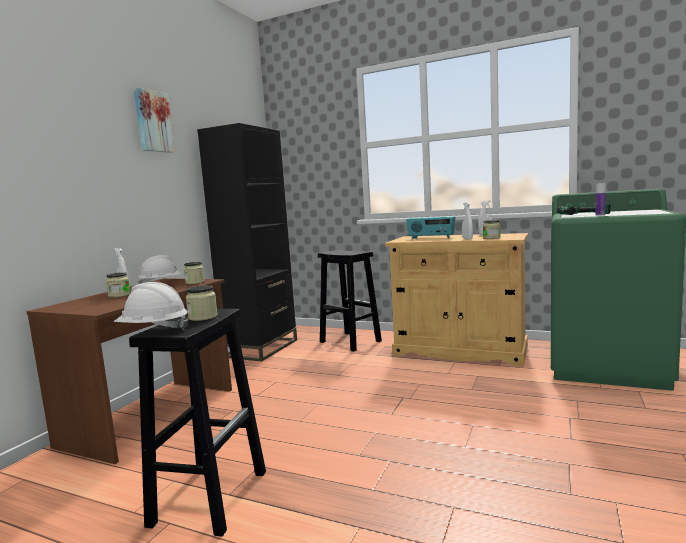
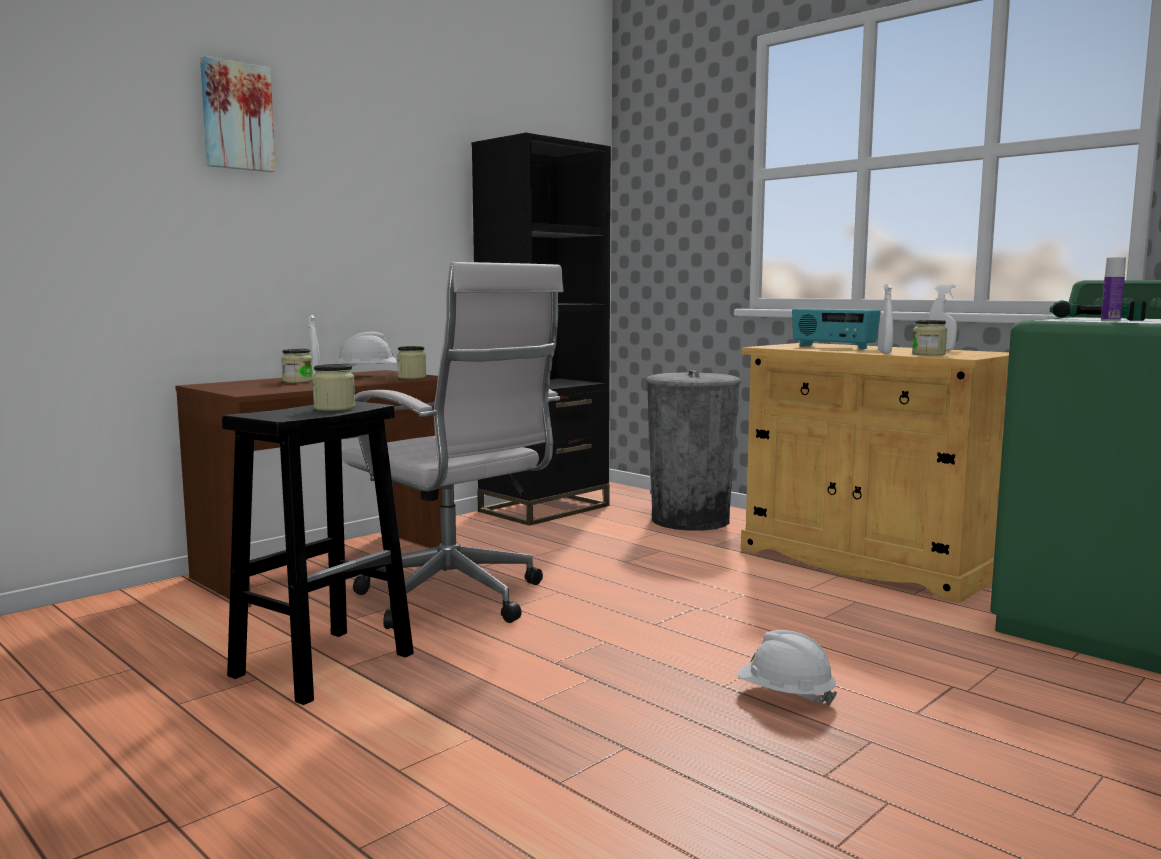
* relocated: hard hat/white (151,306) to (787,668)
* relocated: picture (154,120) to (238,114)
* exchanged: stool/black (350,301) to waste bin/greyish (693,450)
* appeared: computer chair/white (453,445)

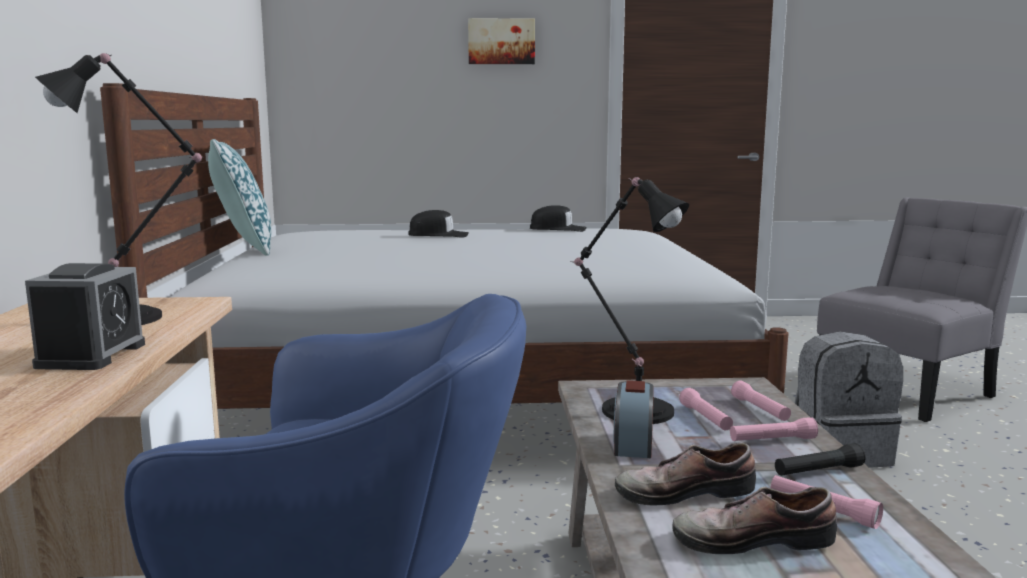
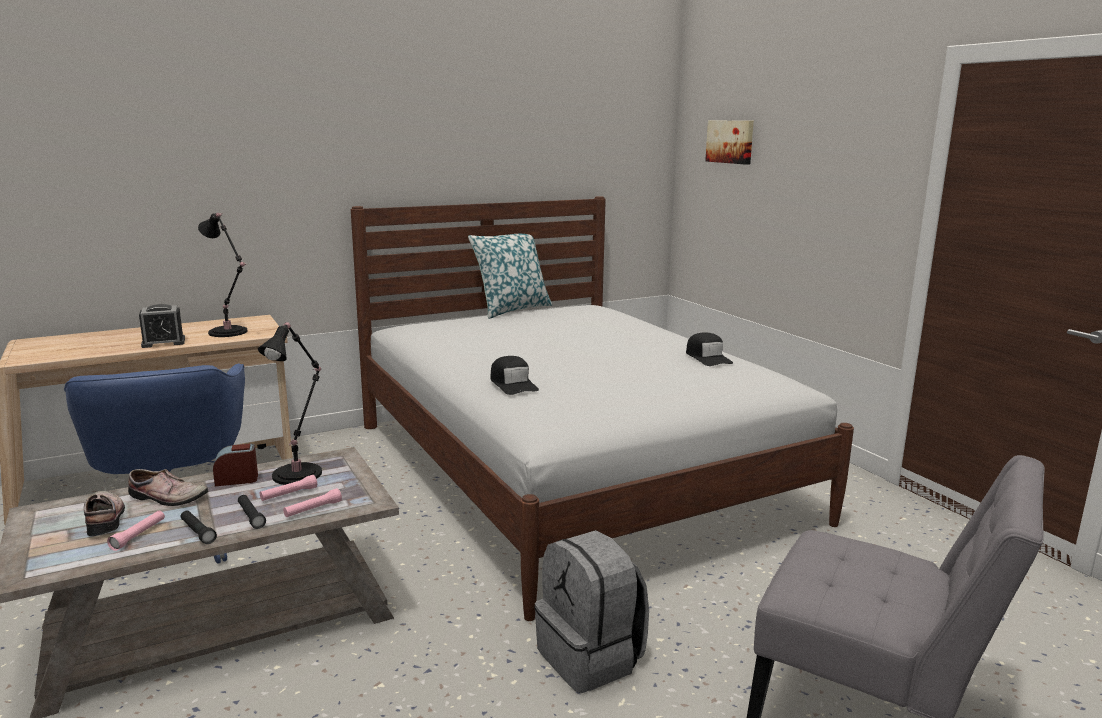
* relocated: peaked cap/black (438,224) to (514,375)
* relocated: picture (501,41) to (729,142)
* spun: shoe (685,474) = (168,487) 135 degrees clockwise
* colour: flashlight/pinkish (774,429) to flashlight/black (252,512)

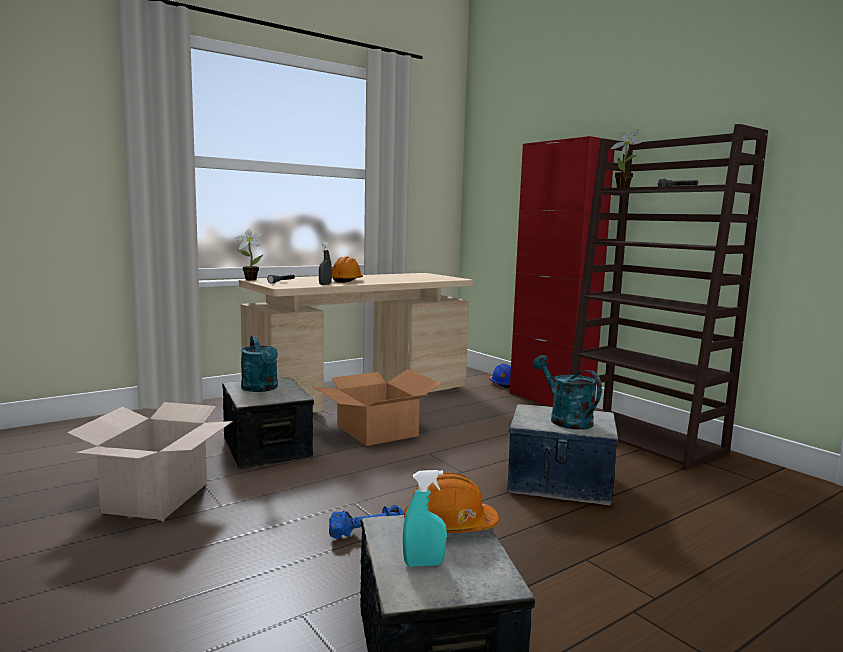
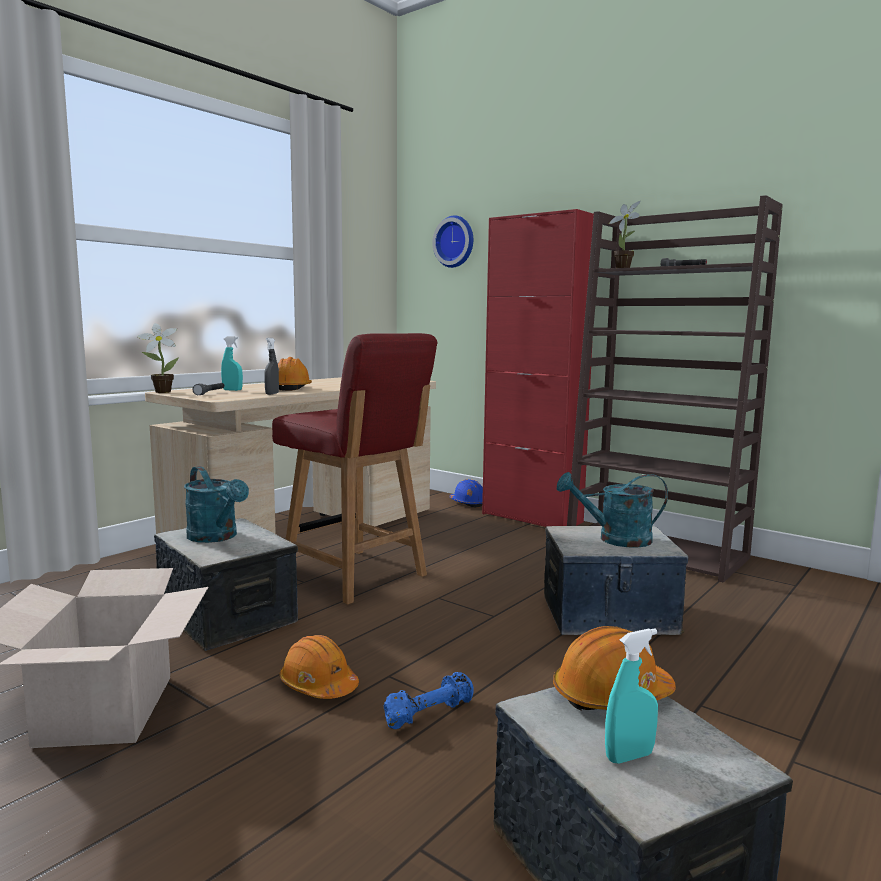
* exchanged: cardboard box (377,407) to upright chair/red-coloured (354,468)
* spun: watering pot/turquoise (567,392) = (612,510) 45 degrees counterclockwise
* appeared: hand sprayer/turquoise (232,363)
* appeared: hard hat/orangey (319,667)
* appeared: clock on the wall (452,241)

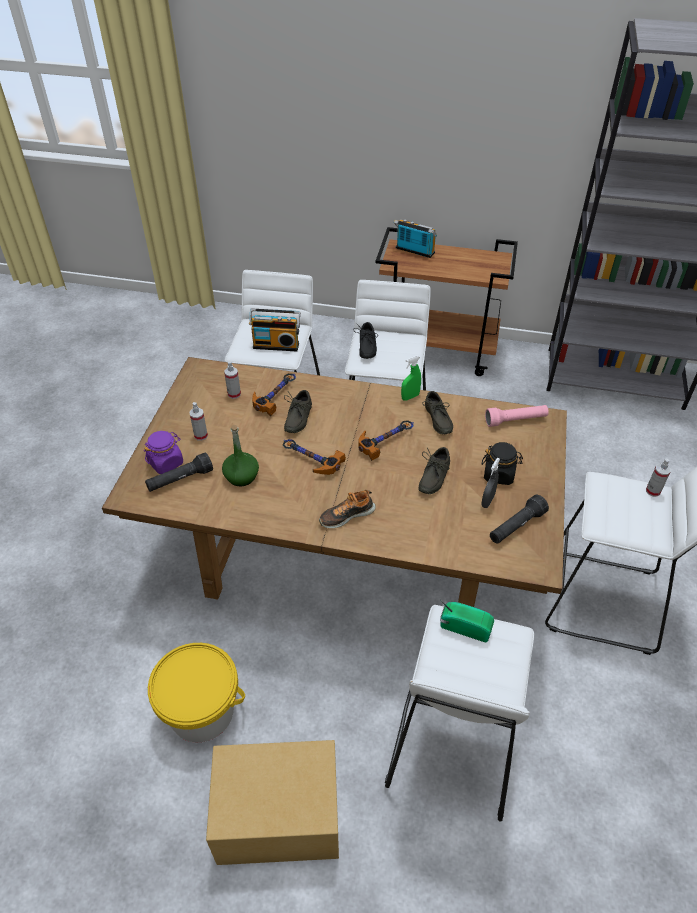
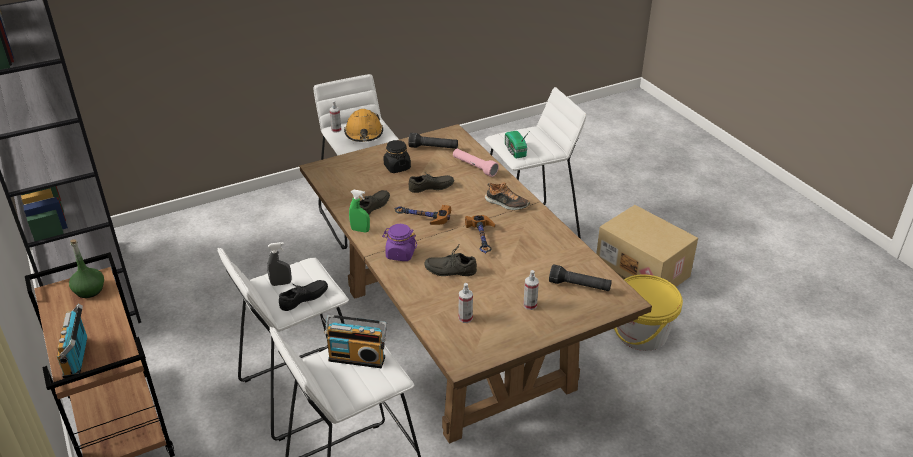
* relocated: jar/purple-coloured (163,452) to (399,242)
* relocated: bottle/green (240,455) to (86,268)
* spun: radio receiver (274,330) = (355,341) 135 degrees clockwise
* missing: tool hammer (274,394)
* spun: shoe/greyish (298,411) = (450,259) 150 degrees counterclockwise
* relocated: hand sprayer/greyish (490,483) to (279,264)
* relocated: flashlight/pinkish (517,416) to (476,163)
* appeared: hard hat/orangey (363,125)

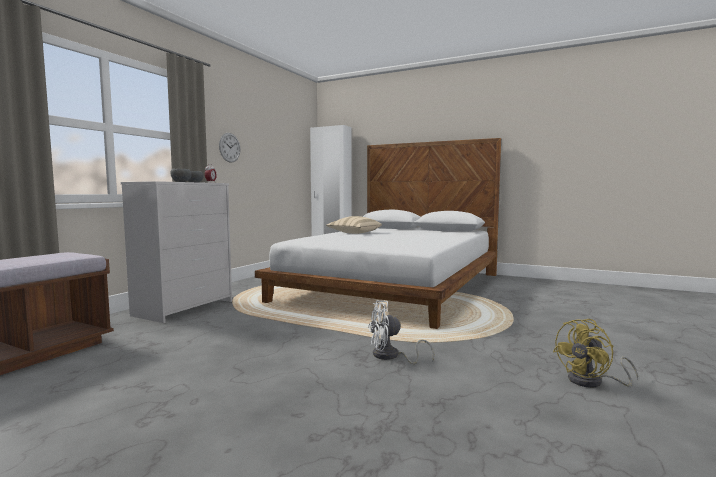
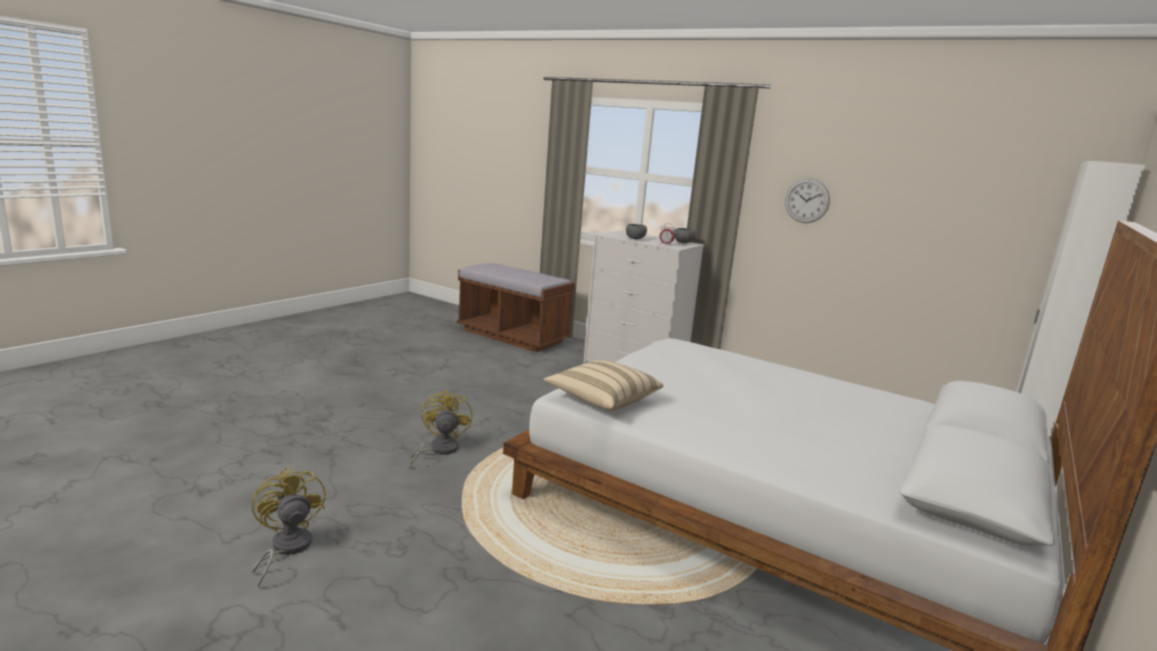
* relocated: cushion/beige-coloured (354,225) to (603,385)
* colour: cooling fan/white (401,332) to cooling fan/yellow-coloured (441,428)

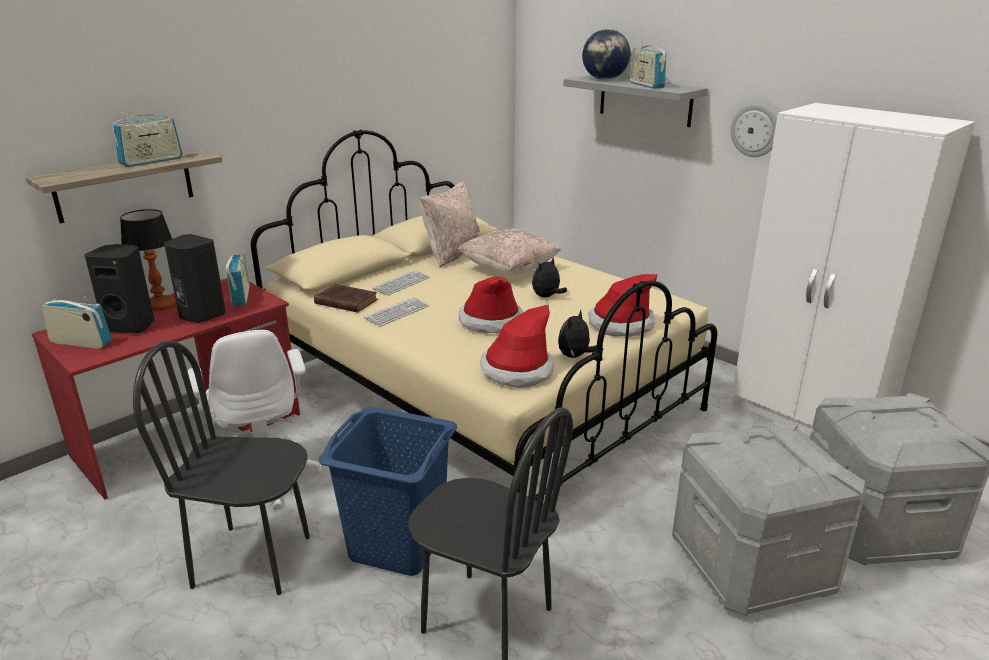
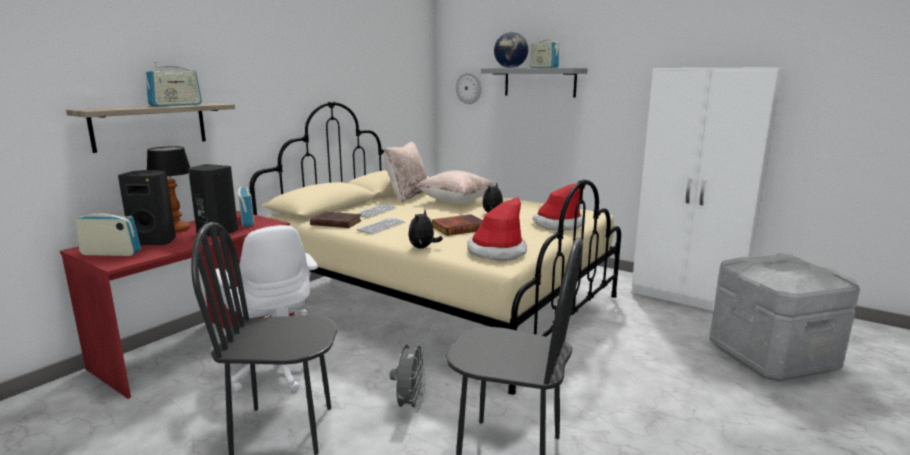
* exchanged: washing basket/bluish (387,491) to cooling fan/greyish (408,377)
* exchanged: wearable hat (490,305) to bound book (457,225)
* relocated: plush toy (577,333) to (425,229)
* missing: storage container/greyish (769,517)
* relocated: clock on the wall (753,130) to (469,88)

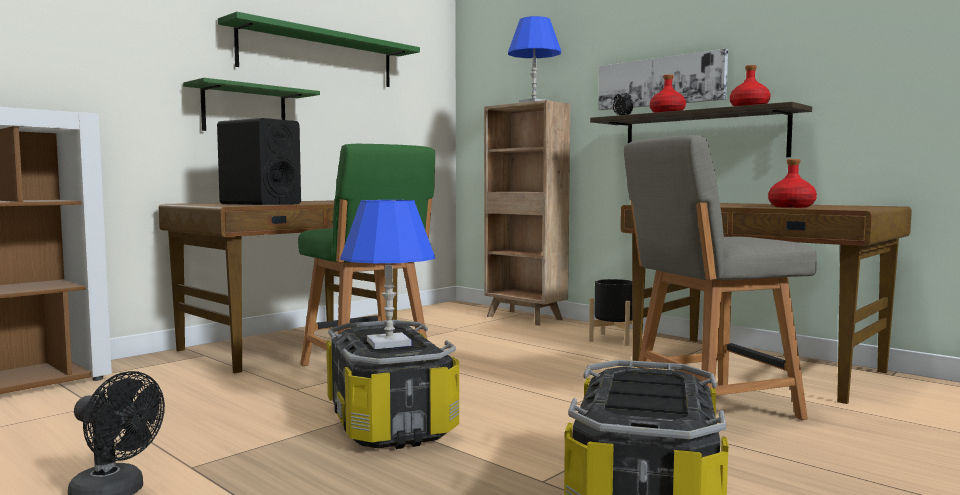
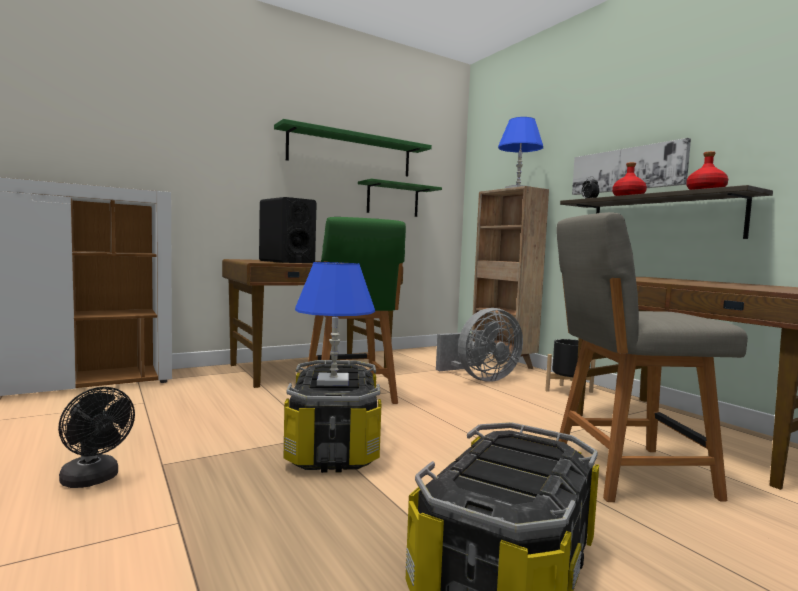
* relocated: bracket shelf/green (251,104) to (400,198)
* missing: bottle/red-coloured (792,183)
* appeared: cooling fan/greyish (479,344)

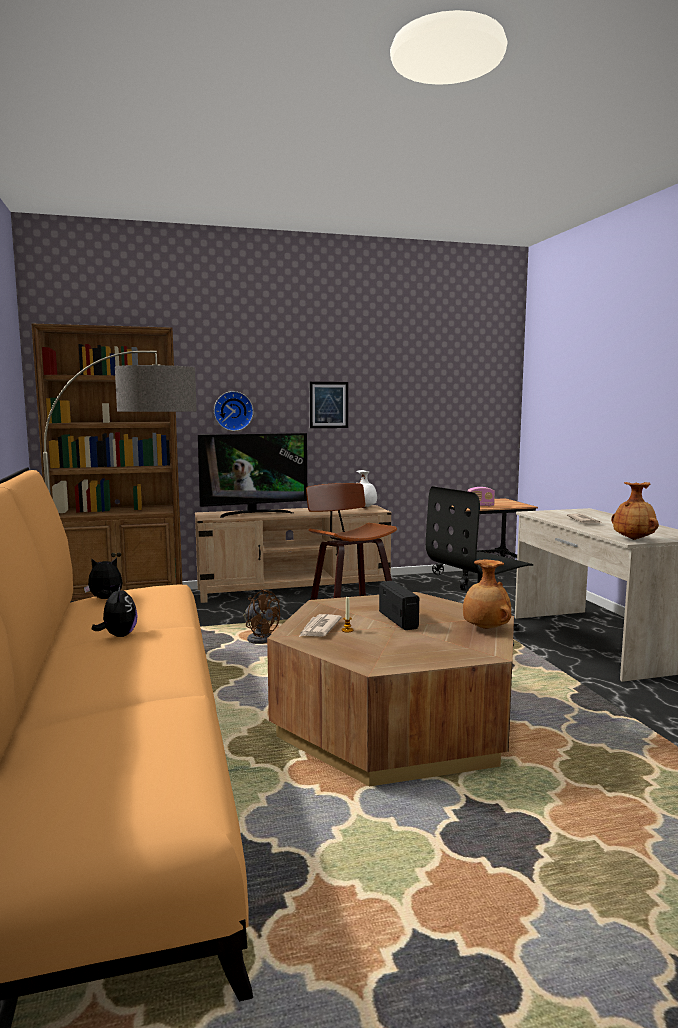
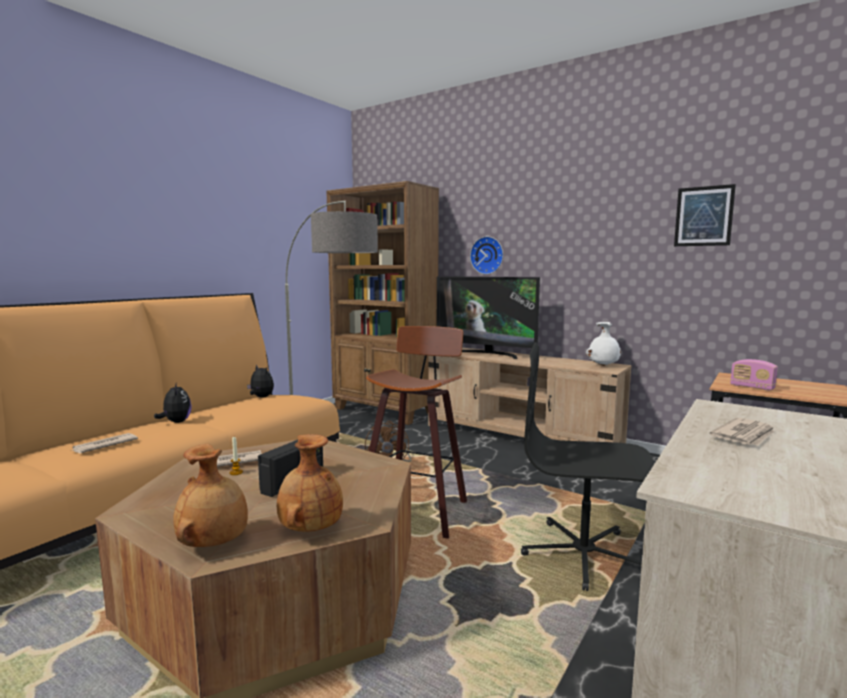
* spun: plush toy (115,610) = (173,402) 60 degrees counterclockwise
* relocated: picture (329,405) to (705,215)
* relocated: decorative vase/brownish (635,511) to (210,495)
* appeared: printed paper (104,443)

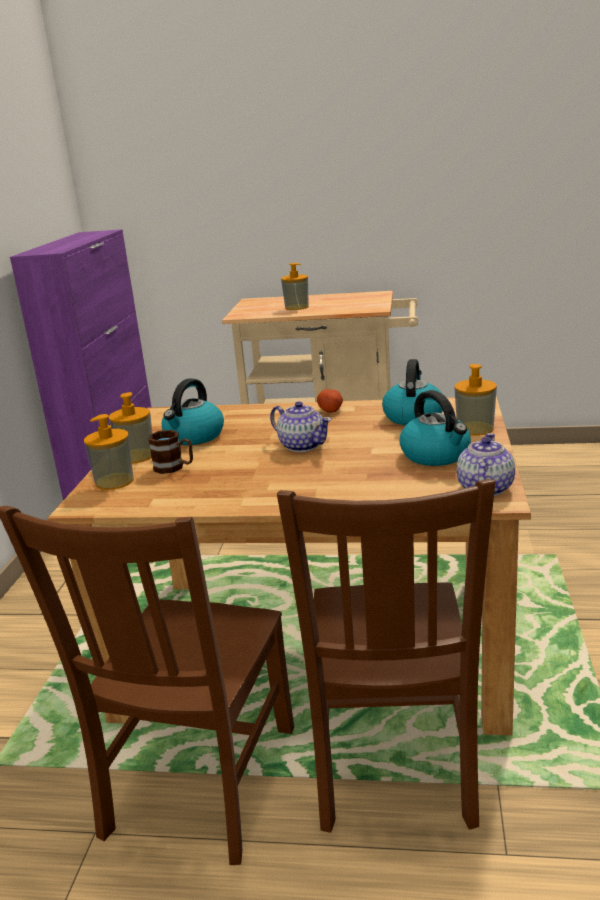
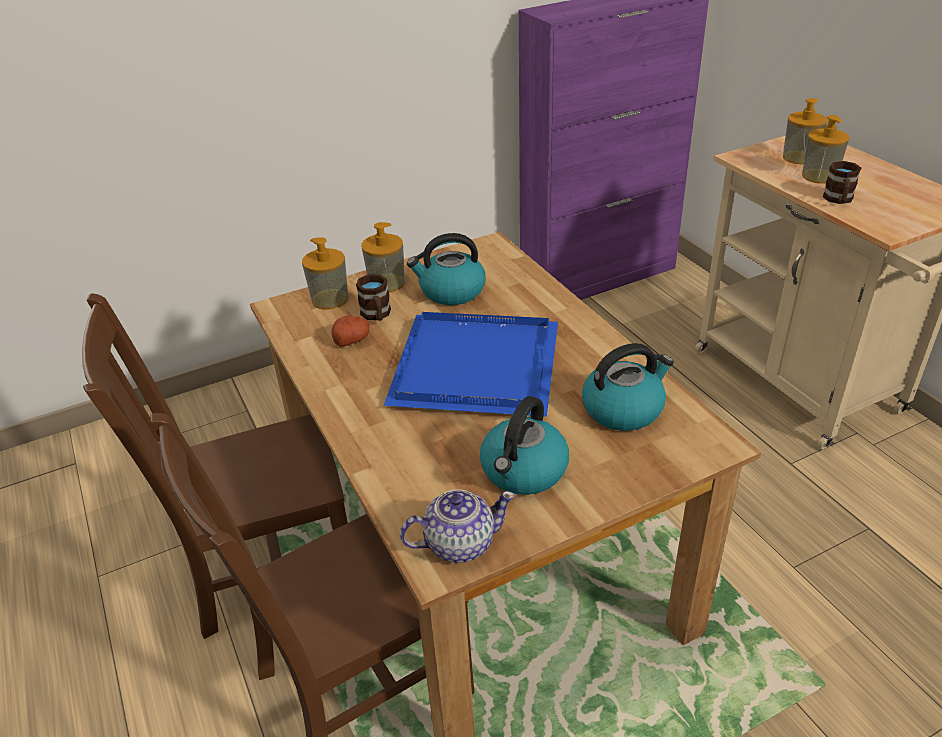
* exchanged: tea pot (301,426) to serving tray/bluish (471,364)
* relocated: spud (330,401) to (350,331)
* relocated: soap dispenser (475,400) to (805,131)
* appeared: mug/brownish (842,182)

